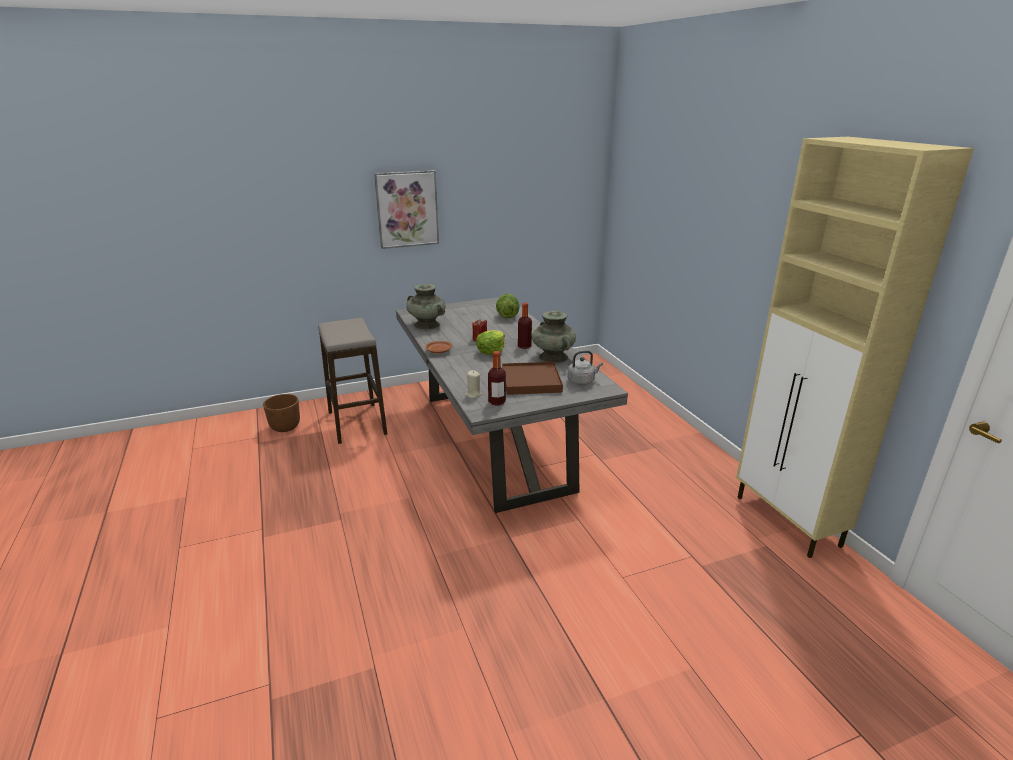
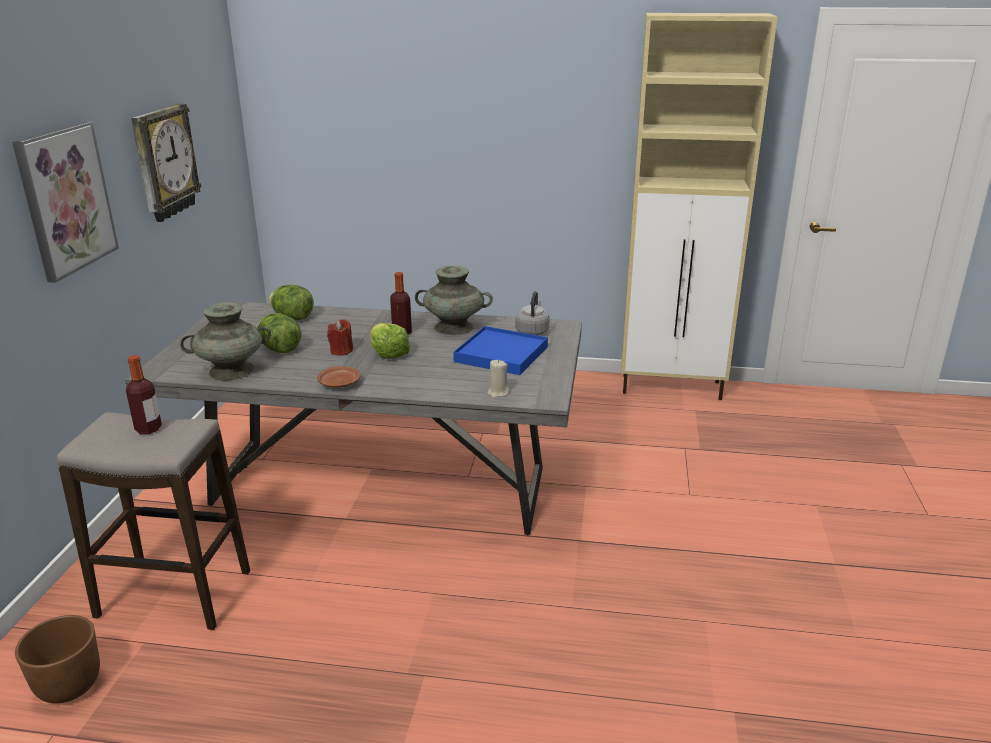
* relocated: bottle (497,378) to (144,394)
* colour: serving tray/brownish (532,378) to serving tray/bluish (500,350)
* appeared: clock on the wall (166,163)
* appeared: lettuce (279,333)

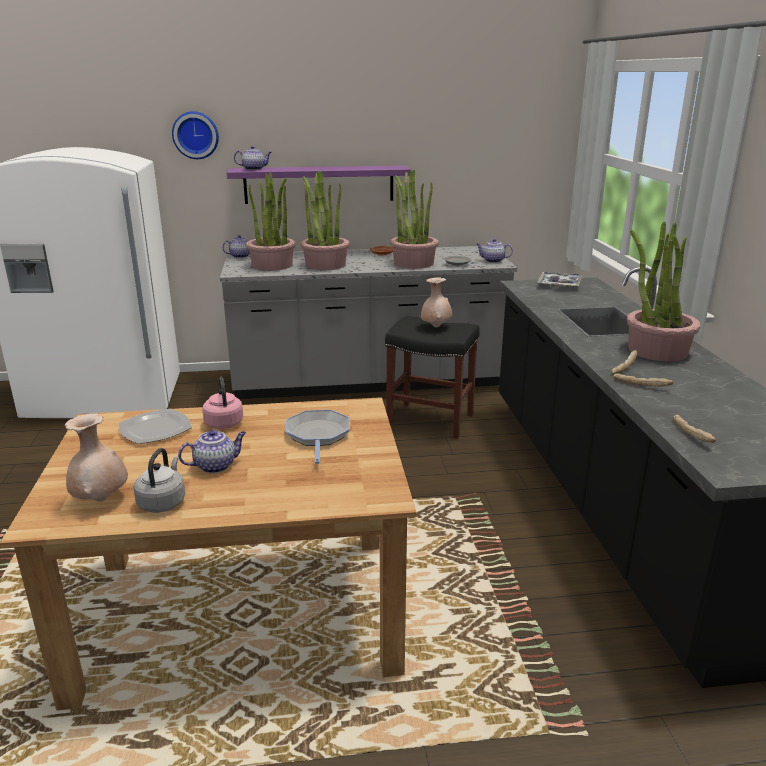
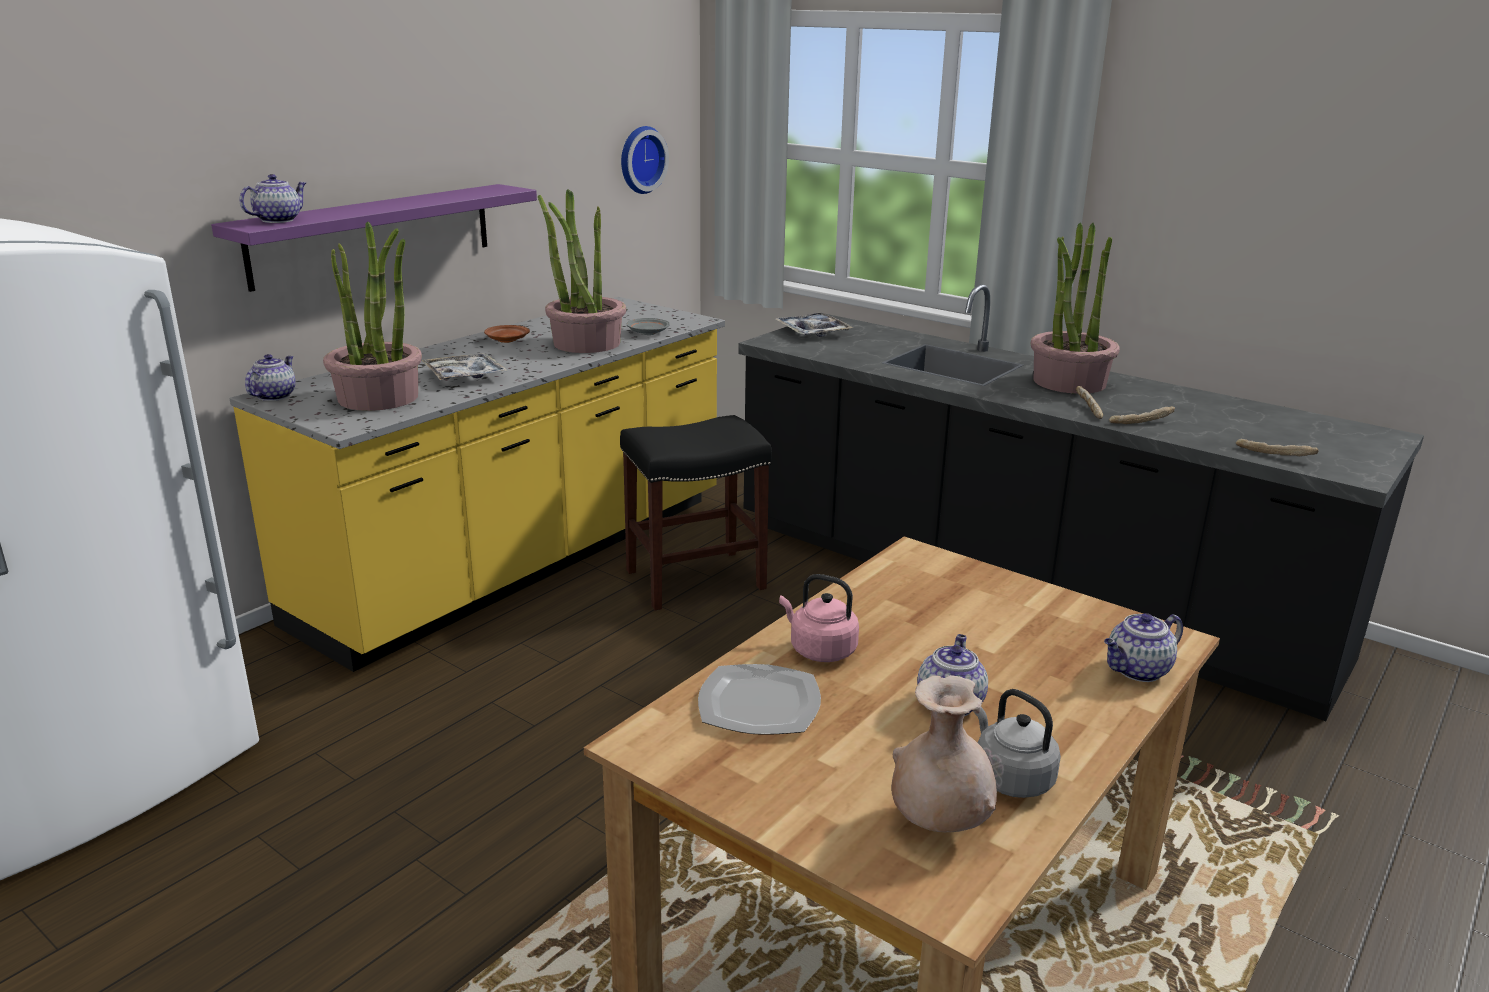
* relocated: clock on the wall (195,135) to (645,160)
* colour: kitchen counter/greyish (368,322) to kitchen counter/yellow-coloured (477,484)
* missing: frying pan (317,437)
* exchanged: houseplant (325,220) to serving tray (464,366)
* missing: decorative vase/beige-coloured (436,302)
* relocated: tea pot (494,251) to (1143,647)

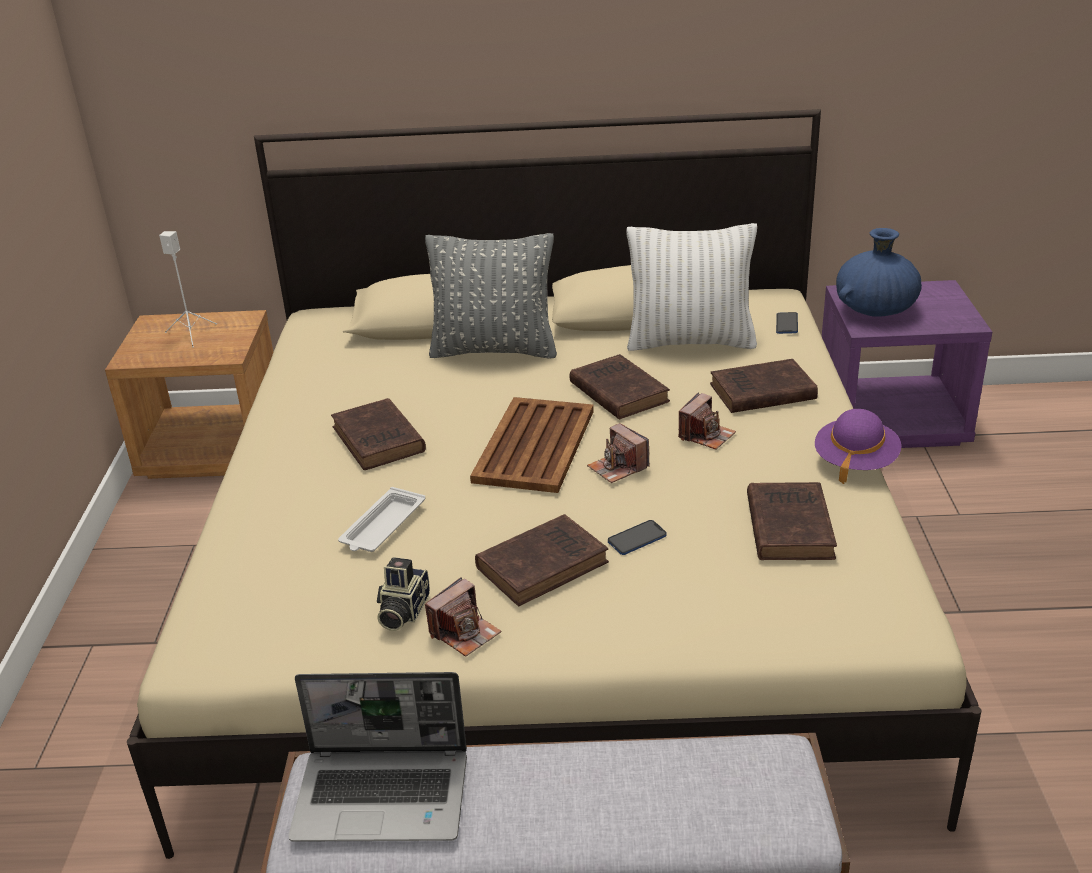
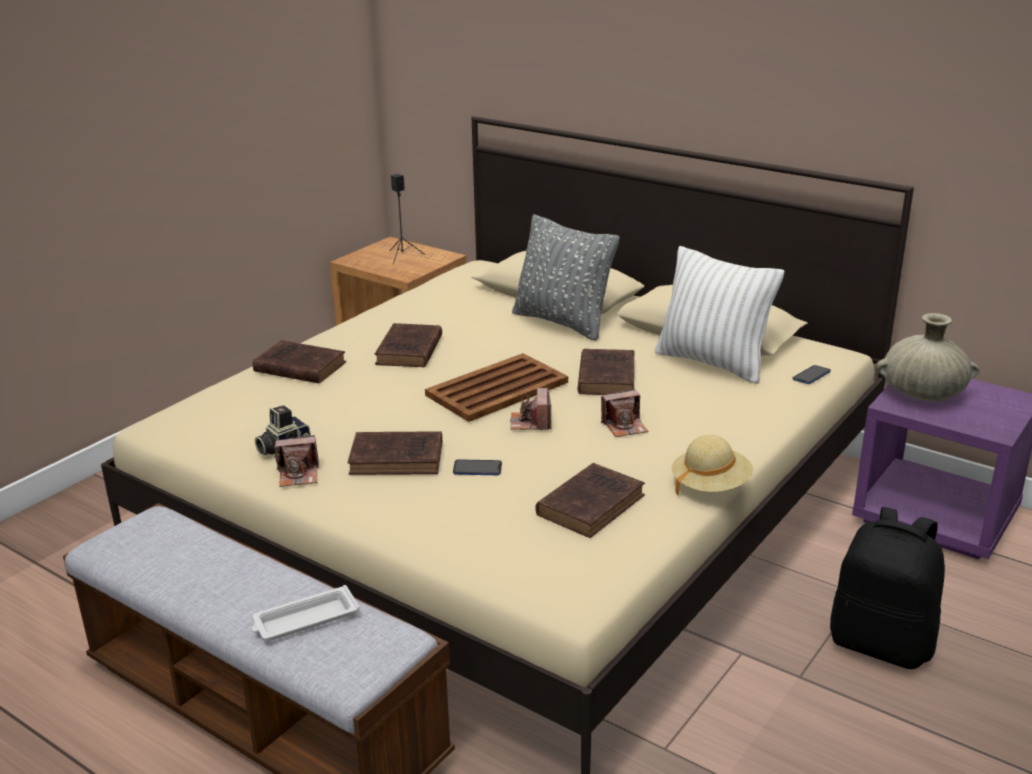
* colour: speaker/white (188,289) to speaker/black (408,219)
* missing: portable computer (377,757)
* relocated: serving tray/white (381,519) to (306,612)
* relocated: bound book/brownish (764,386) to (299,361)
* colour: wearable hat/purple-coloured (858,446) to wearable hat/beige-coloured (712,465)
* colour: decorative vase/bluish (879,272) to decorative vase/beige-coloured (927,357)
* appeared: knapsack/black (887,588)

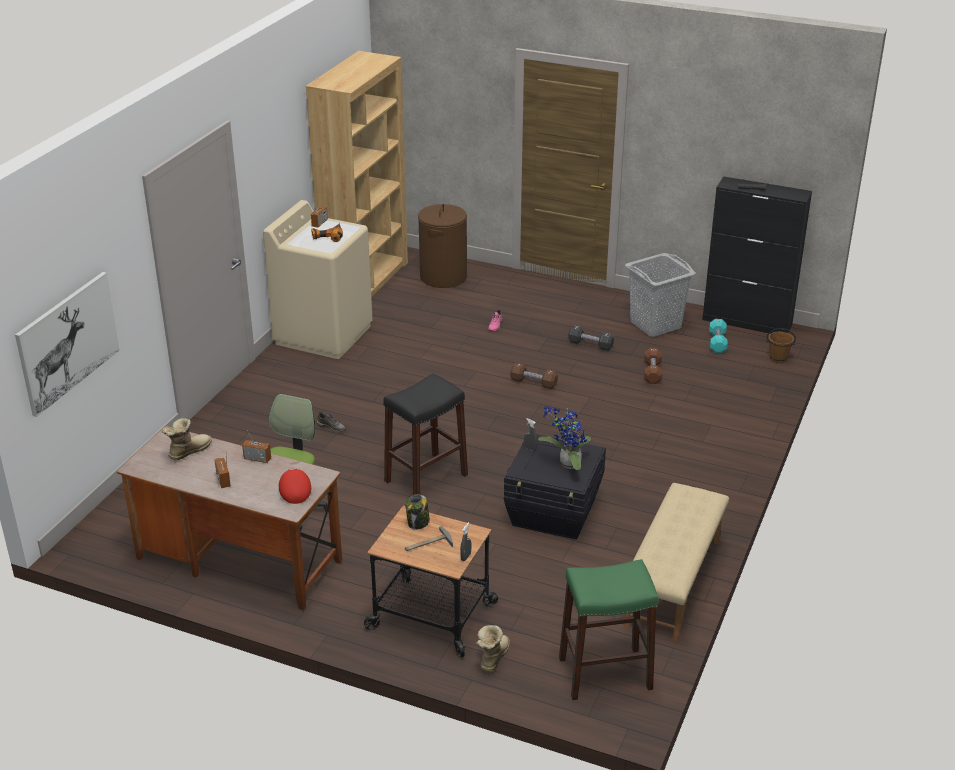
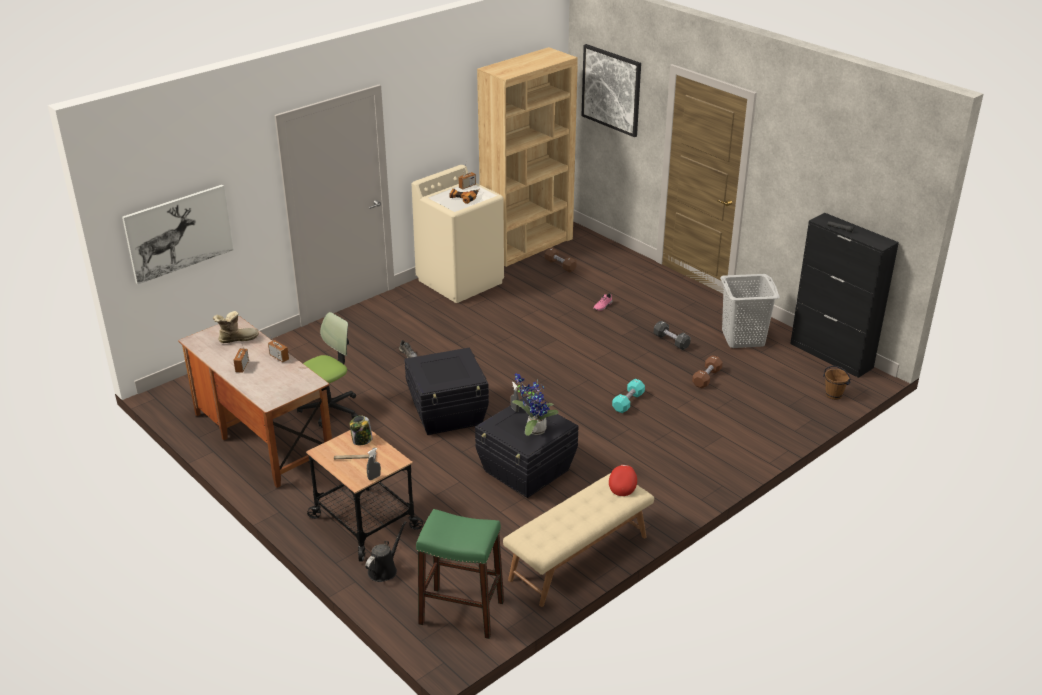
* relocated: peaked cap/red-coloured (295,486) to (623,480)
* exchanged: stool/black (425,434) to storage container/black (447,391)
* missing: washing basket/brownish (442,246)
* exchanged: tall boot (493,648) to watering pot/black (386,551)
* relocated: hand weight/brownish (534,375) to (561,260)
* relocated: hand weight/turquoise (718,336) to (628,396)
* appeared: picture (611,90)

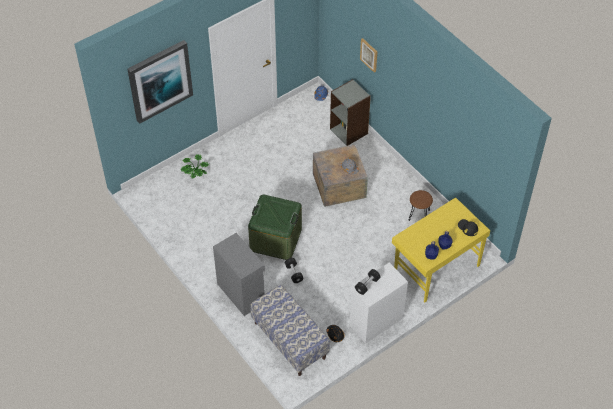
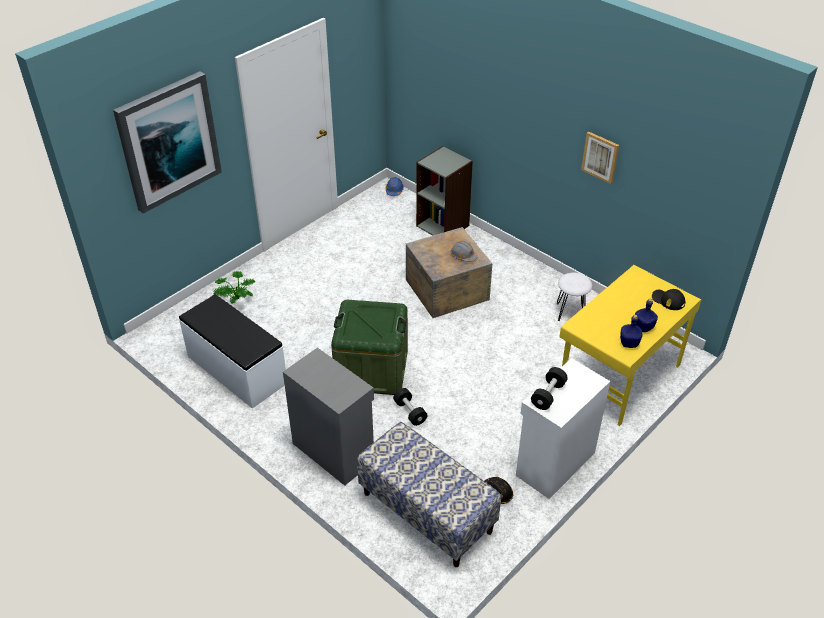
* relocated: picture (368,55) to (600,158)
* colour: stool/brownish (420,205) to stool/white (574,297)
* appeared: long seat/white (232,351)

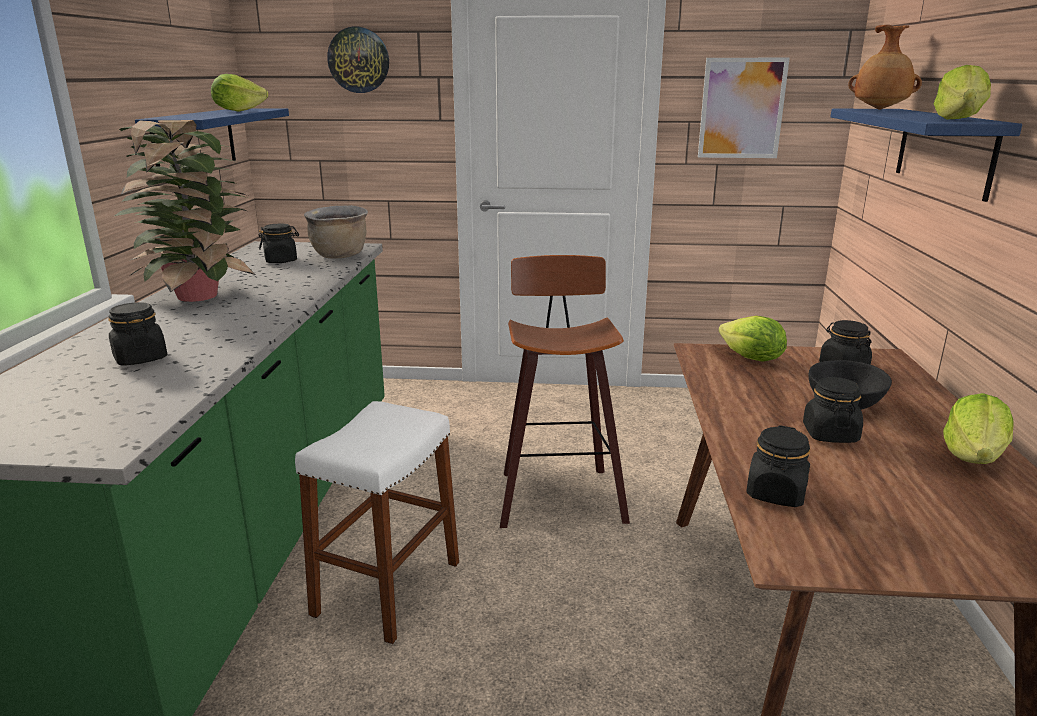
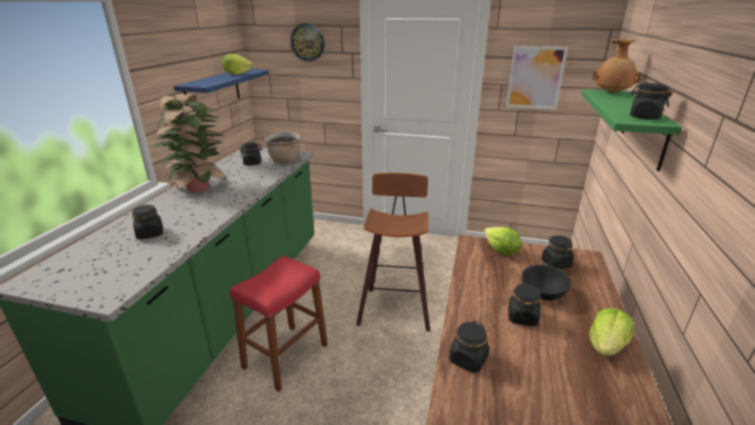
* colour: stool/white (377,522) to stool/red-coloured (279,324)
* colour: bracket shelf/bluish (926,155) to bracket shelf/green (631,130)
* exchanged: lettuce (962,92) to jar/black (651,101)

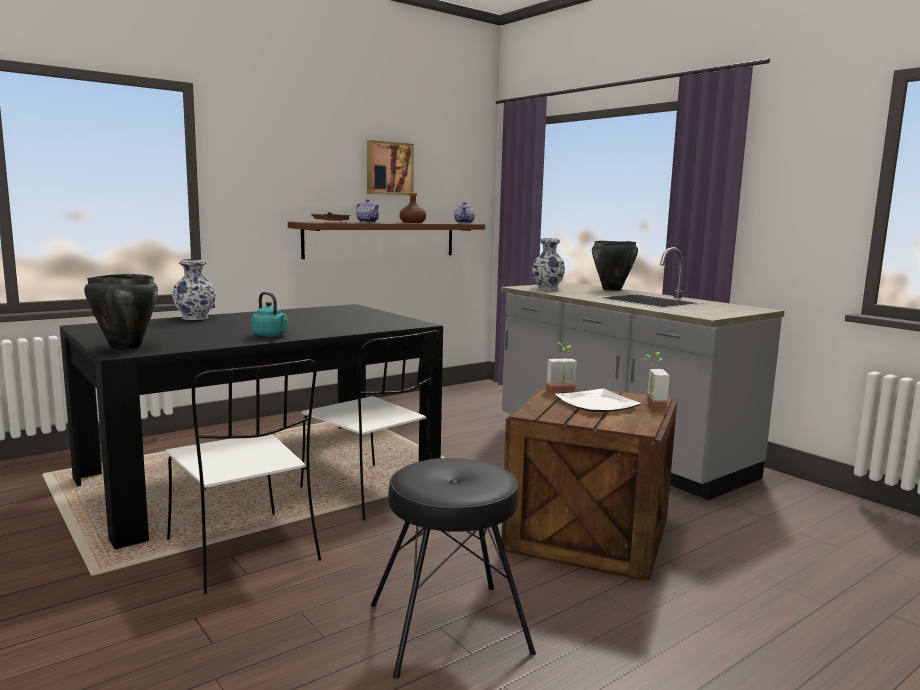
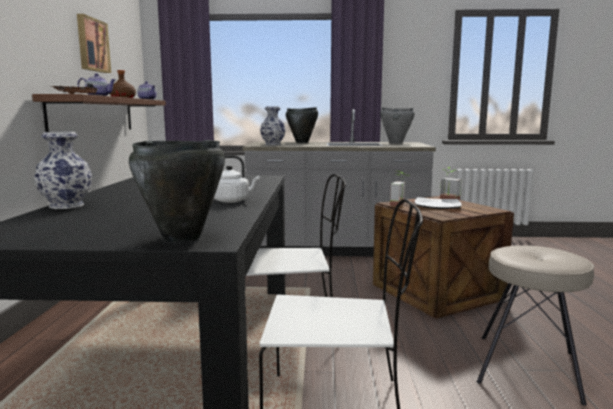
* colour: water kettle/turquoise (269,314) to water kettle/white (237,179)
* colour: stool/black (453,568) to stool/beige-coloured (535,325)
* appeared: saucepot/greyish (397,125)

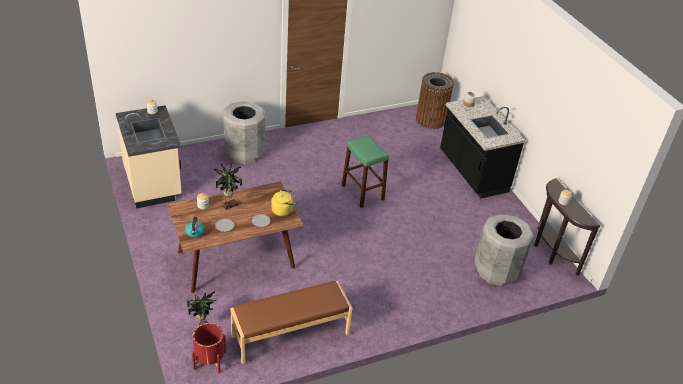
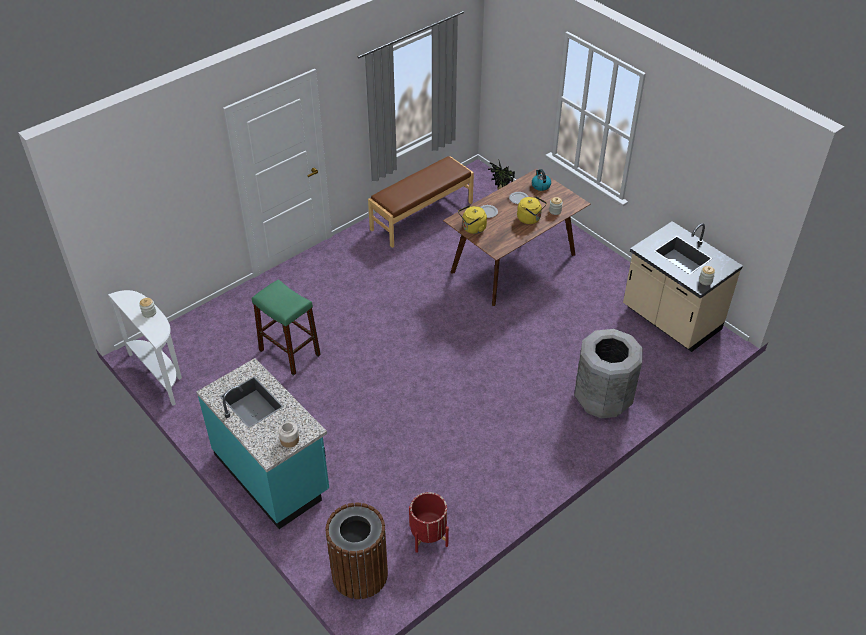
* relocated: plant pot/red-coloured (209,348) to (429,522)
* exchanged: houseplant (228,186) to water kettle/yellow-coloured (532,210)
* relocated: stool/green (365,171) to (286,327)
* colour: kitchen counter/black (482,147) to kitchen counter/turquoise (262,443)
* missing: waste bin/greyish (504,250)
* colour: narrow table/brownish (567,227) to narrow table/white (145,348)

